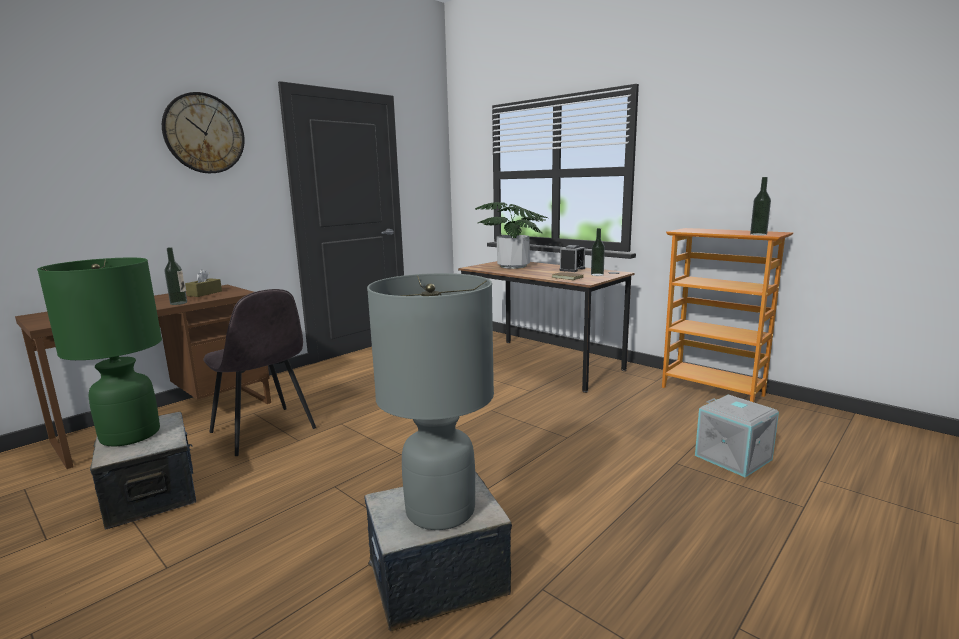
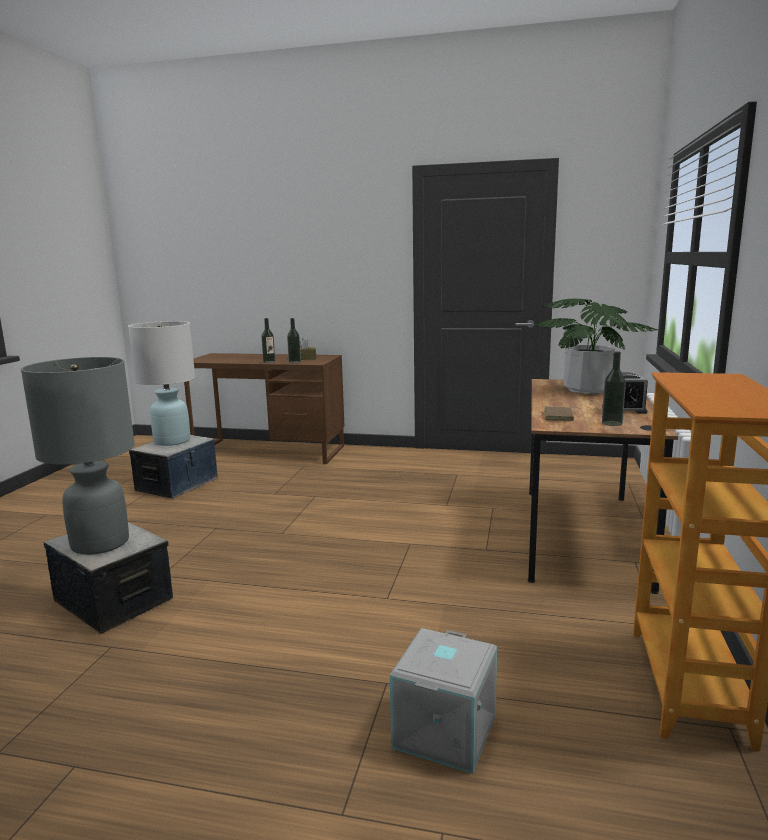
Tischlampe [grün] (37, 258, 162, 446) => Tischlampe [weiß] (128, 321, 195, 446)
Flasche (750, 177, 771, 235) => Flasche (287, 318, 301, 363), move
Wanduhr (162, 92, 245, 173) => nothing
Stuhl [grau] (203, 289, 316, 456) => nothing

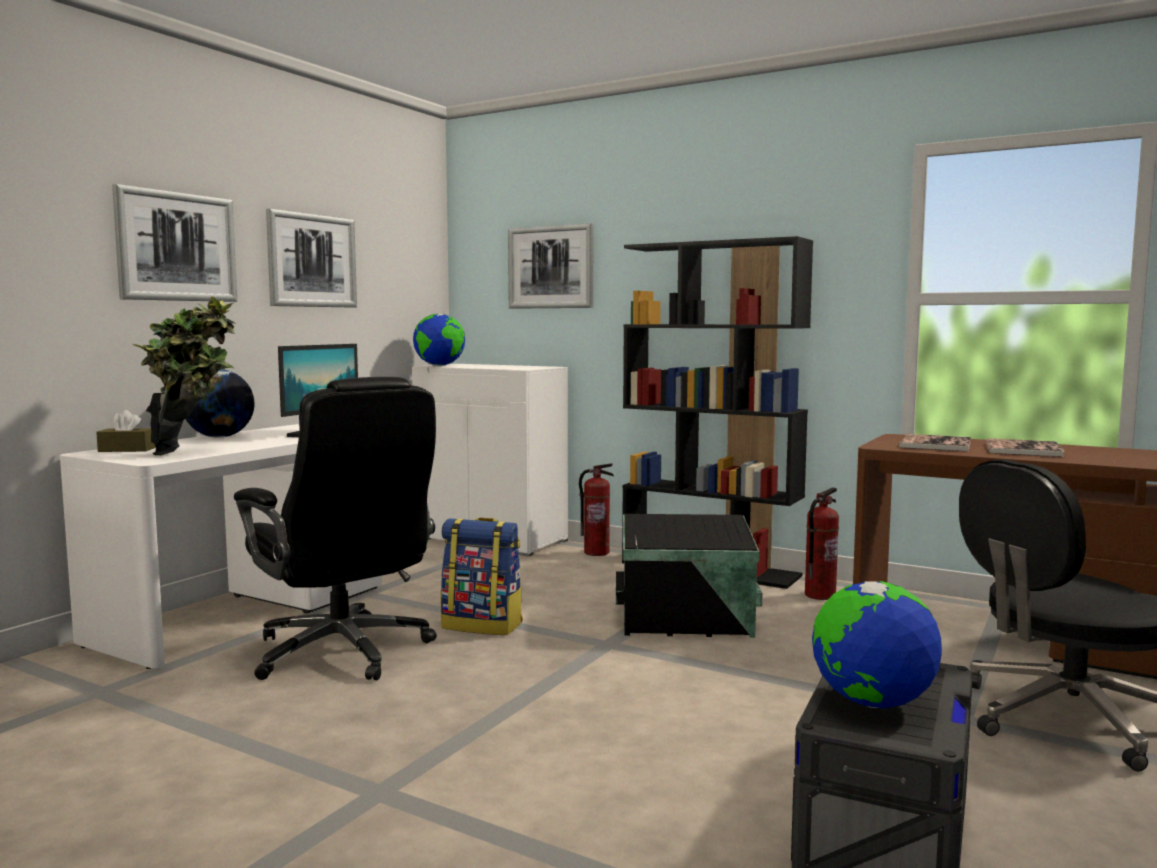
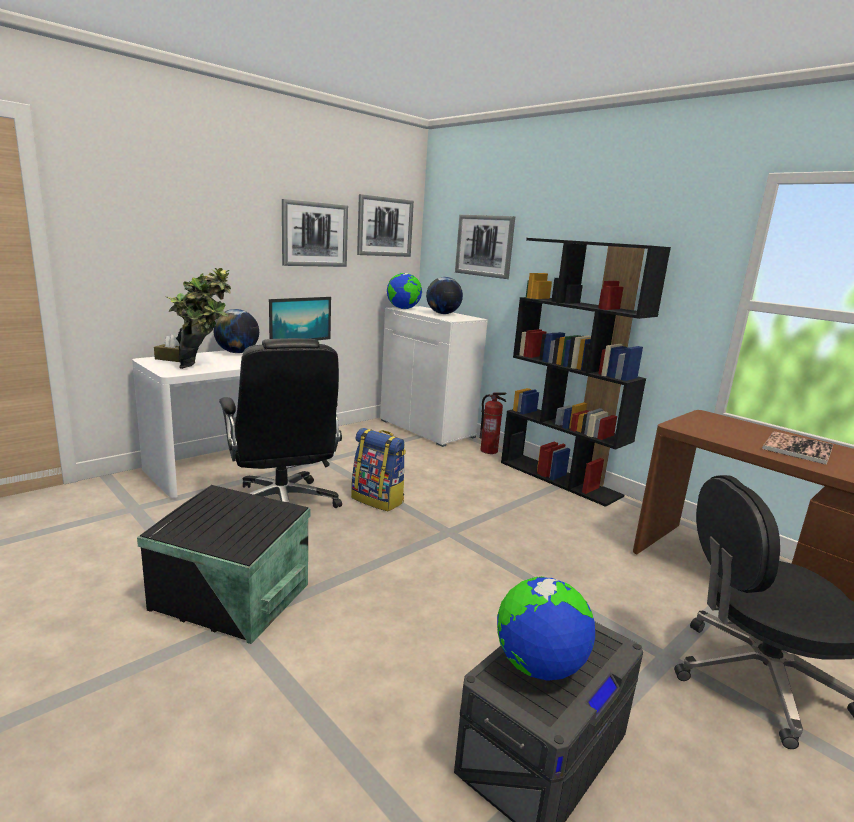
Aufbewahrungsbox [schwarz] (616, 514, 762, 638) => Aufbewahrungsbox [schwarz] (137, 485, 311, 644), move
Bild (112, 184, 237, 302) => Bild (357, 194, 414, 257), move
nothing => Globus (426, 277, 463, 314)
Feuerlöscher (805, 488, 839, 600) => nothing
Buch (898, 434, 971, 452) => nothing

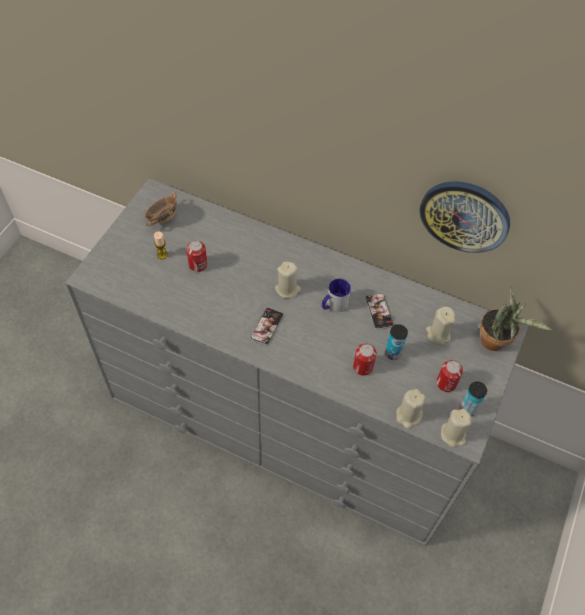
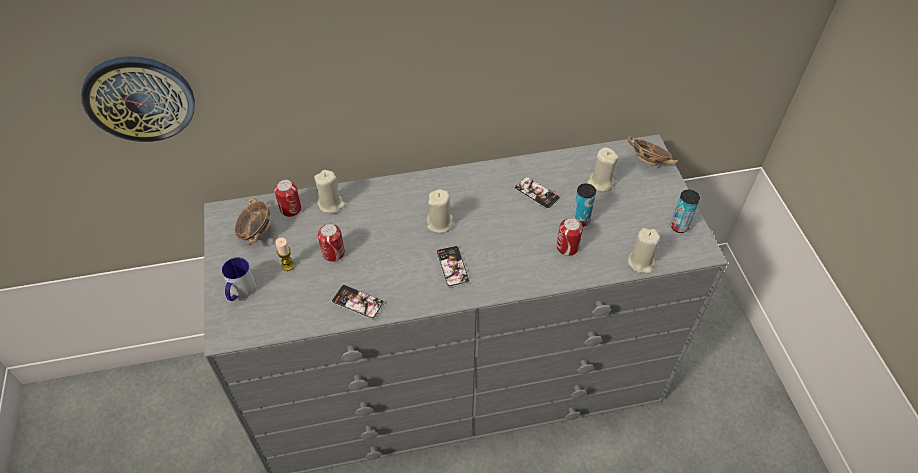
Wanduhr (419, 181, 510, 253) => Wanduhr (81, 56, 195, 142), move
Henkelbecher (322, 278, 351, 312) => Henkelbecher (222, 257, 256, 301), move
Dose (436, 360, 463, 392) => Dose (274, 179, 301, 217), move
Kerze [beige] (441, 409, 472, 447) => Kerze [beige] (314, 170, 345, 213), move
nothing => Handy (331, 285, 384, 320)
Topfpflanze (480, 286, 552, 351) => Schüssel (627, 136, 678, 166)

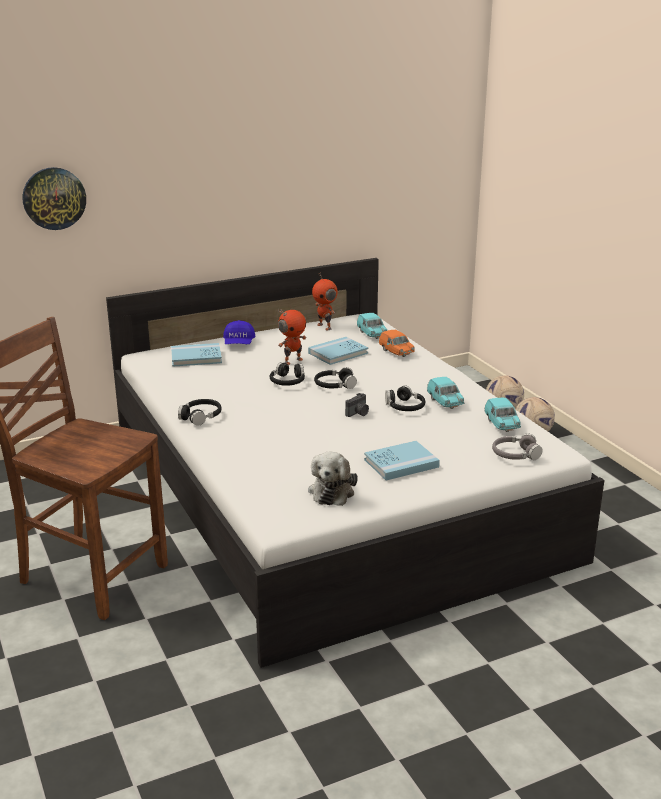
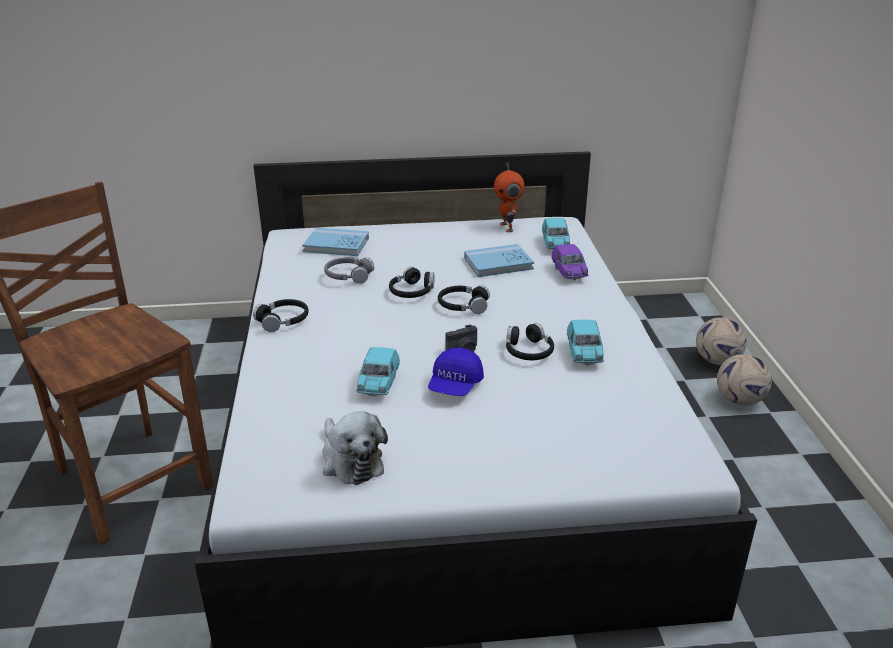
Plüschtier (308, 451, 358, 506) => Plüschtier (323, 411, 388, 485), 60 degrees counterclockwise
Kopfhörer [grau] (492, 434, 543, 460) => Kopfhörer [grau] (324, 257, 374, 284), move
Spielzeugauto [türkis] (484, 398, 521, 432) => Spielzeugauto [türkis] (356, 347, 400, 397), move
Kappe [blau] (223, 320, 256, 344) => Kappe [blau] (428, 348, 484, 396), move
Spielzeugauto [orange] (379, 330, 415, 357) => Spielzeugauto [lila] (551, 244, 589, 281)
Wanduhr (23, 167, 86, 230) => nothing
Spielzeugroboter (278, 309, 306, 365) => nothing
Buch [blau] (364, 441, 440, 480) => nothing

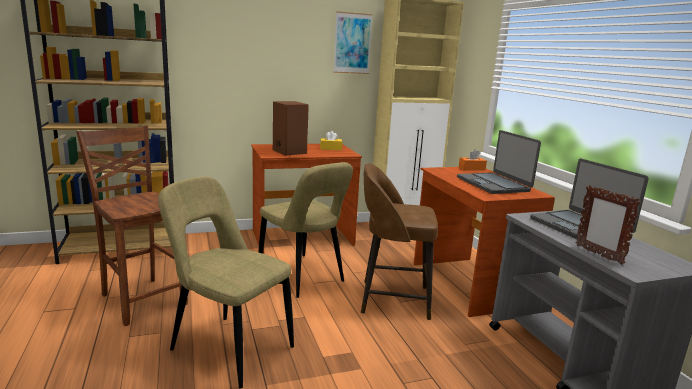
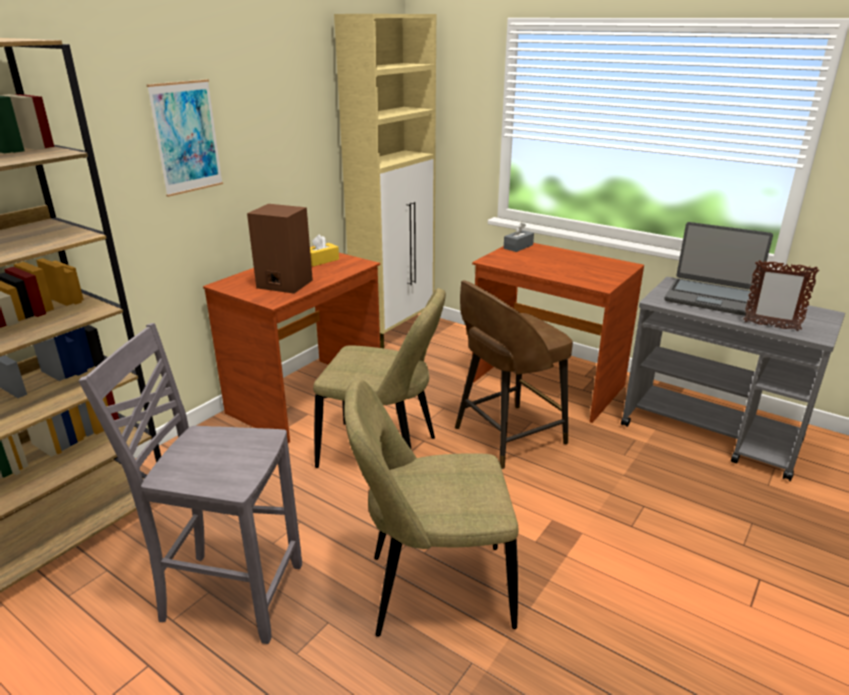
Stuhl [braun] (76, 126, 188, 326) => Stuhl [grau] (79, 323, 302, 644)
Bild (333, 11, 373, 74) => Bild (146, 79, 223, 197), move
Taschentuchbox [orange] (459, 149, 487, 171) => Taschentuchbox [grau] (504, 222, 534, 252)
Laptop (457, 130, 541, 194) => nothing

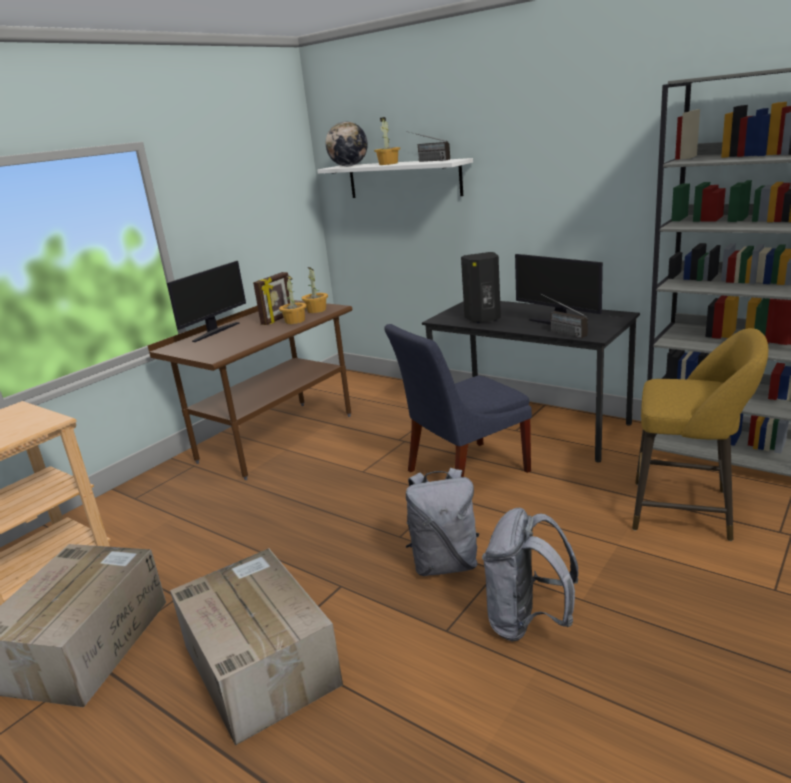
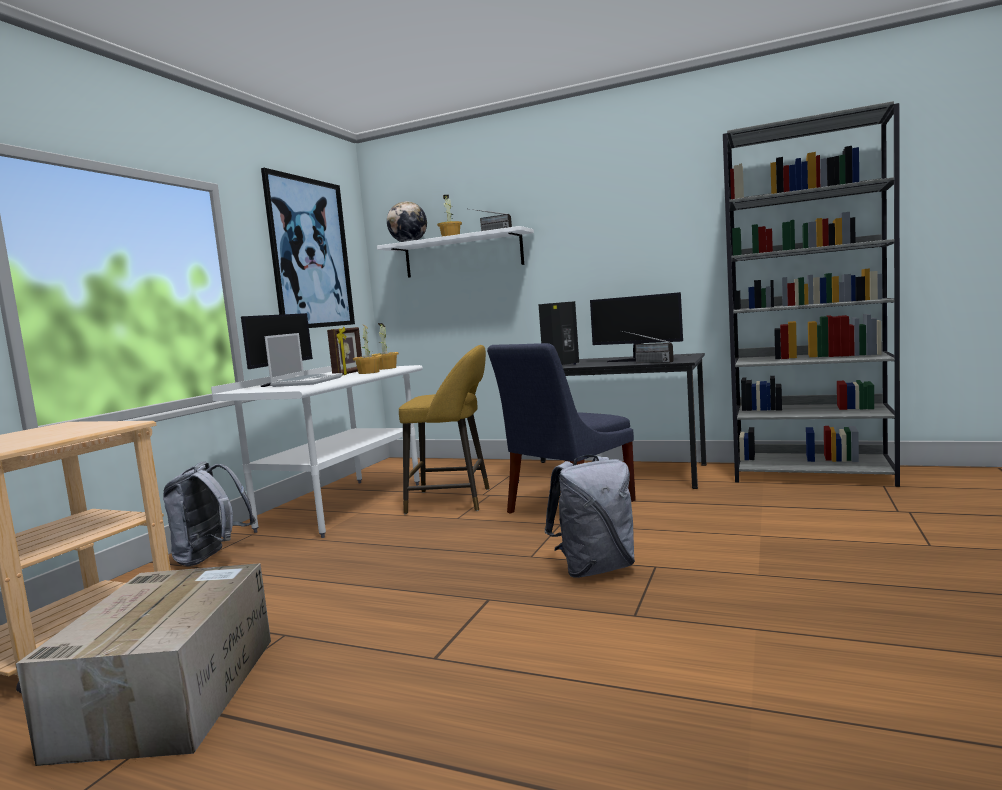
Rucksack [grau] (482, 508, 579, 641) => Rucksack [grau] (163, 462, 256, 566), move
Schreibtisch [braun] (148, 300, 352, 480) => Schreibtisch [weiß] (211, 365, 423, 538)
nothing => Bild (261, 168, 355, 328)
nothing => Laptop (265, 333, 343, 387)
Hocker [gelb] (632, 328, 768, 541) => Hocker [gelb] (399, 345, 489, 514), move
Karton (170, 548, 343, 746) => nothing

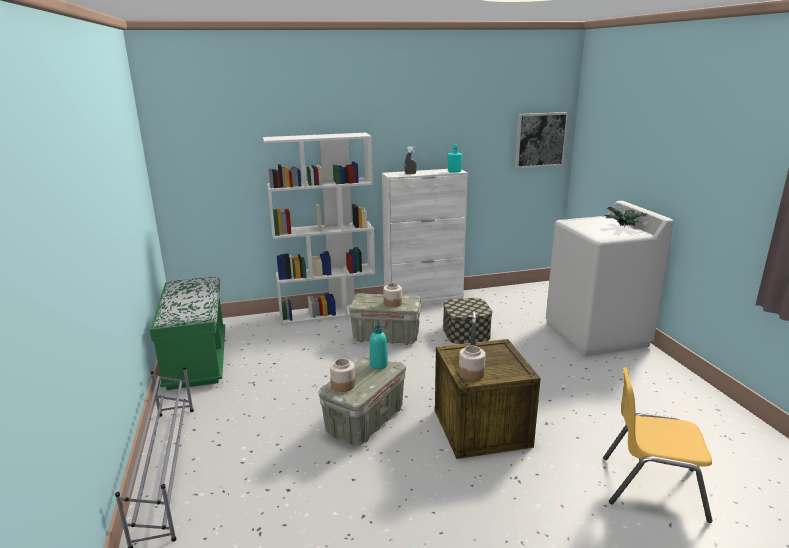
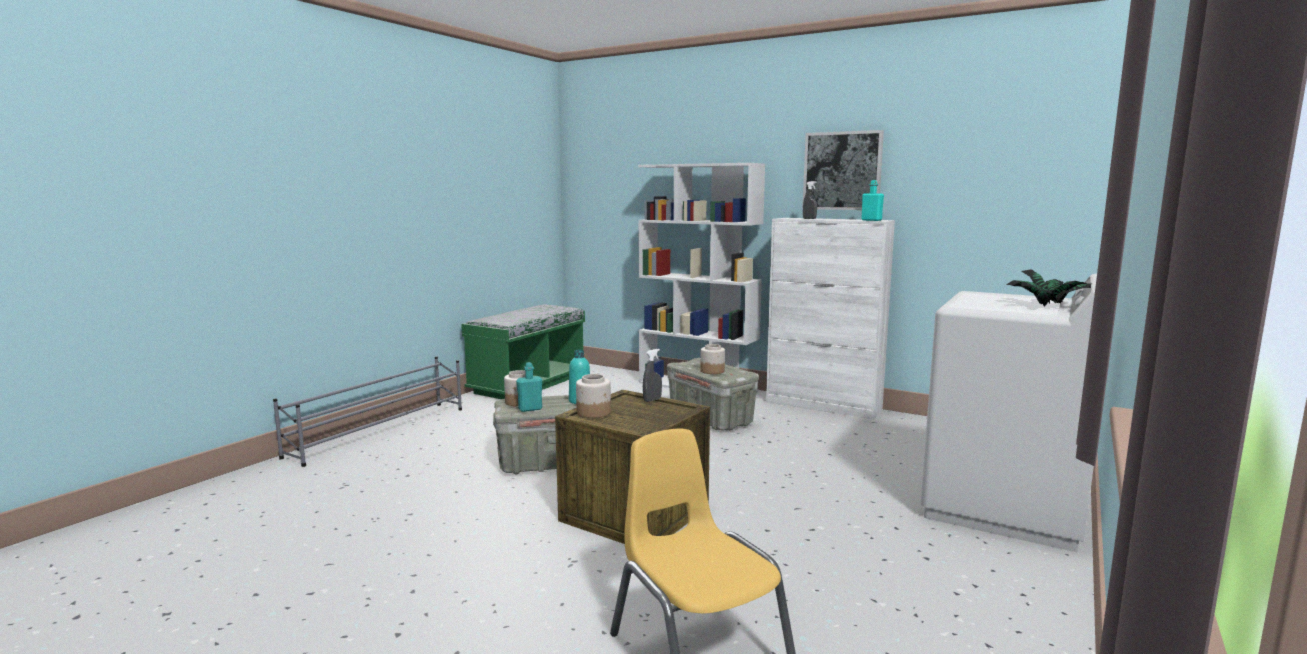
nothing => Flasche [türkis] (516, 362, 542, 412)
Bild (515, 112, 568, 168) => Bild (802, 130, 884, 210), move
Aufbewahrungsbox (443, 298, 492, 344) => nothing

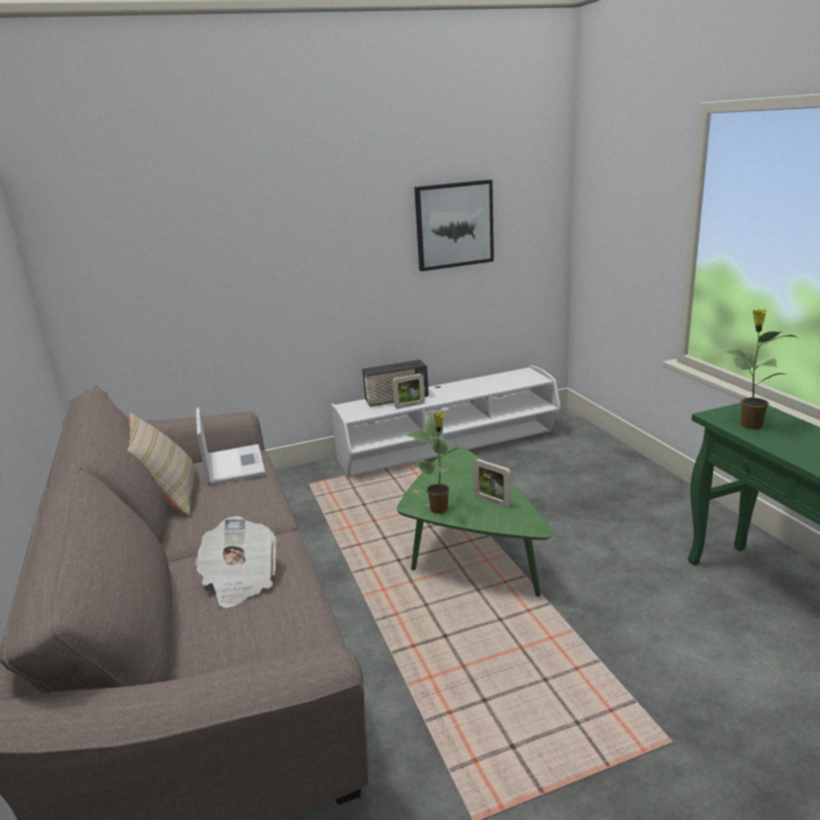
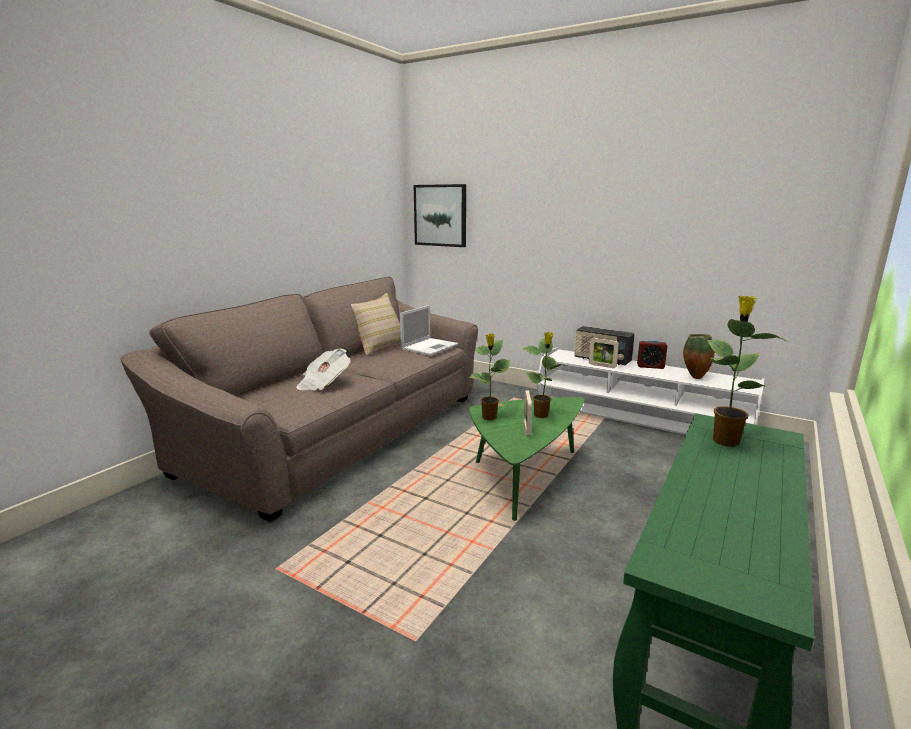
Bild (414, 180, 494, 271) => Bild (414, 184, 466, 247), move
nothing => Topfpflanze (521, 332, 567, 418)
nothing => Wecker (637, 339, 668, 369)
nothing => Vase (683, 334, 715, 379)

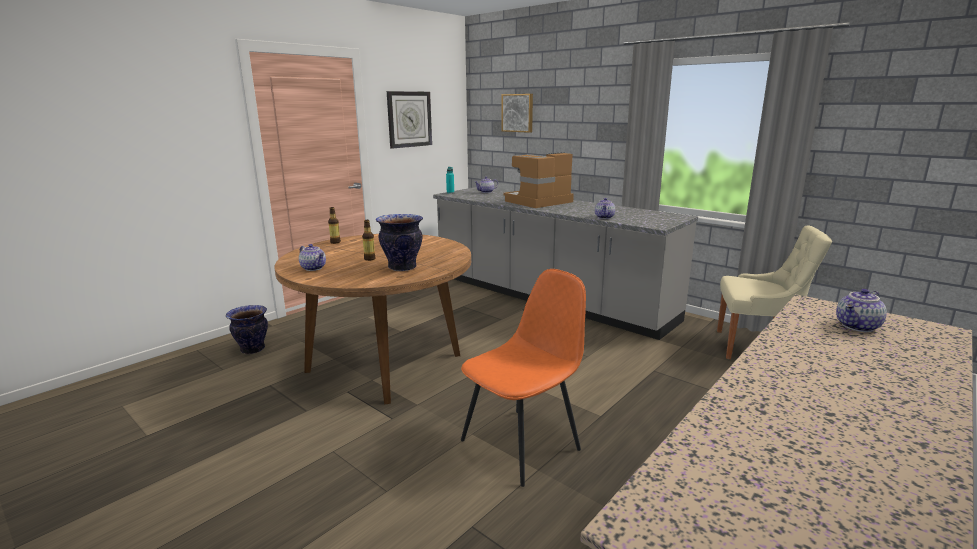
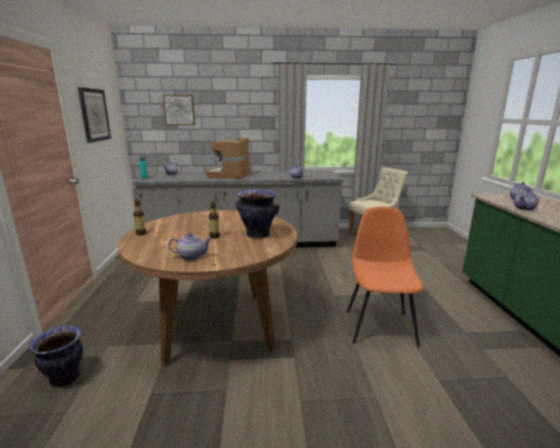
nothing => Teekanne (514, 189, 539, 211)

